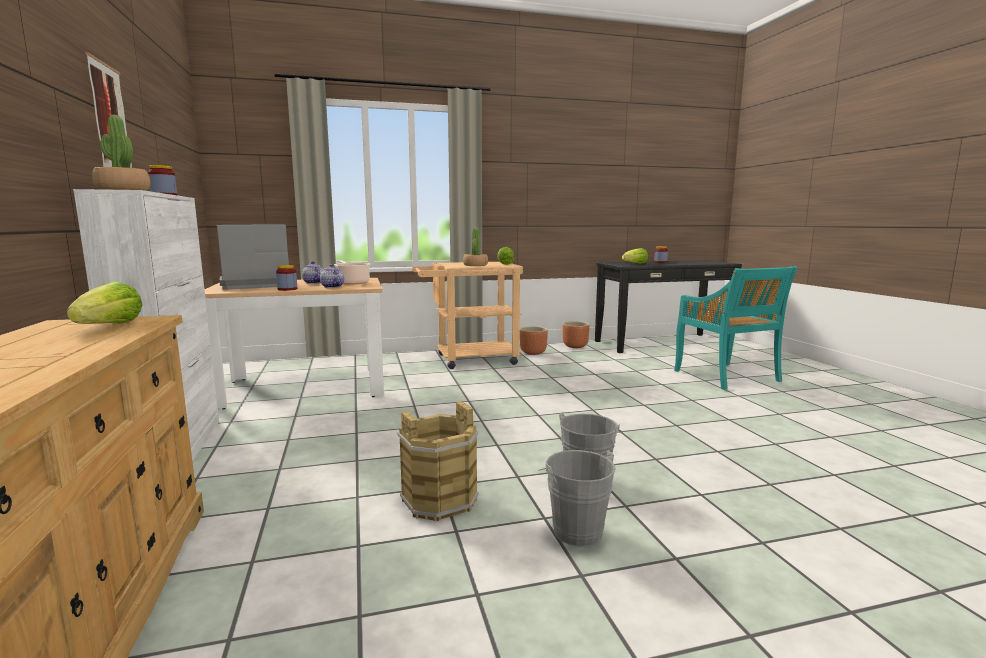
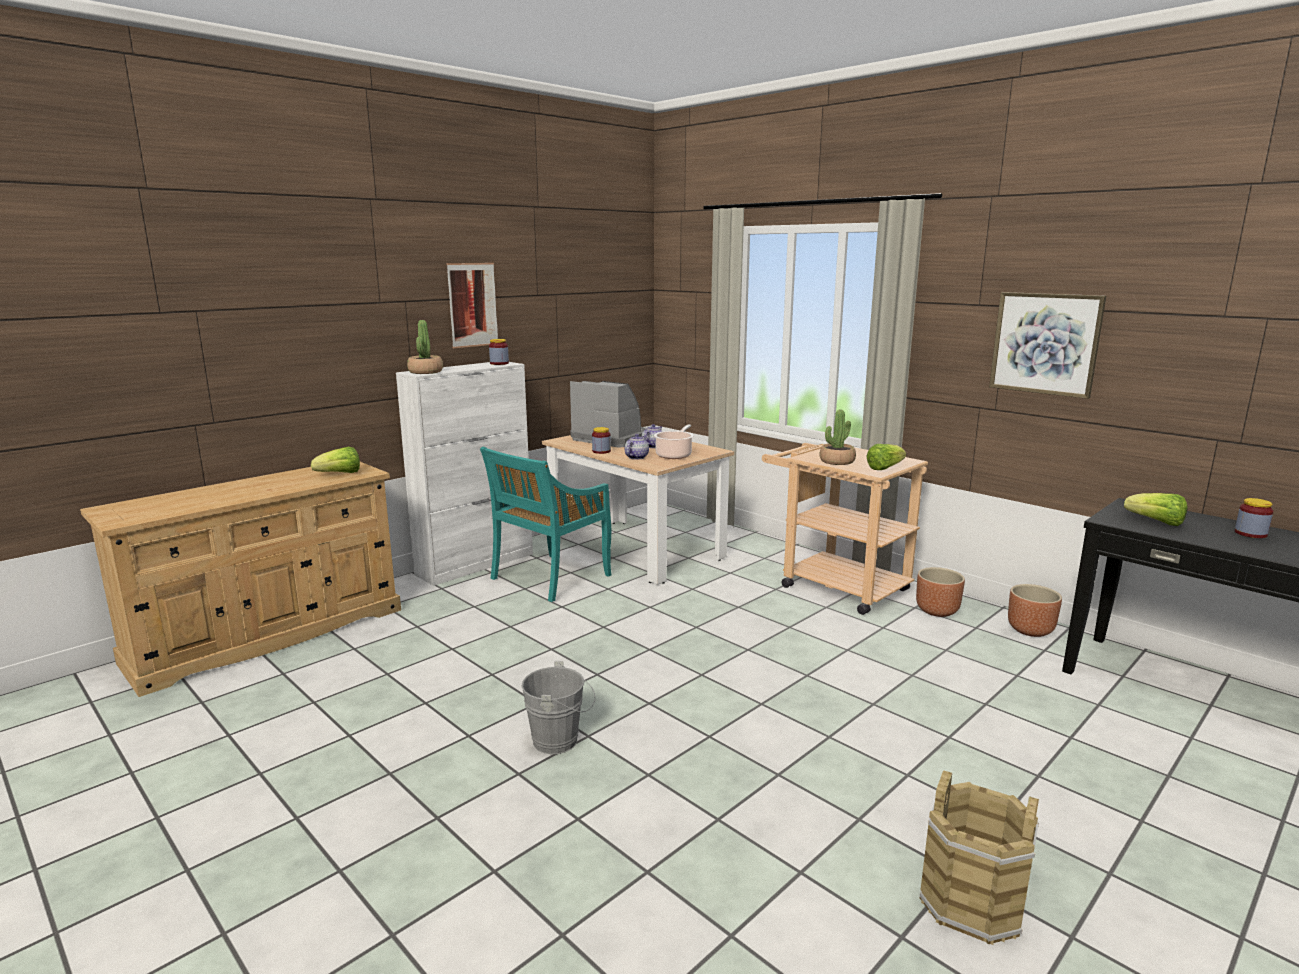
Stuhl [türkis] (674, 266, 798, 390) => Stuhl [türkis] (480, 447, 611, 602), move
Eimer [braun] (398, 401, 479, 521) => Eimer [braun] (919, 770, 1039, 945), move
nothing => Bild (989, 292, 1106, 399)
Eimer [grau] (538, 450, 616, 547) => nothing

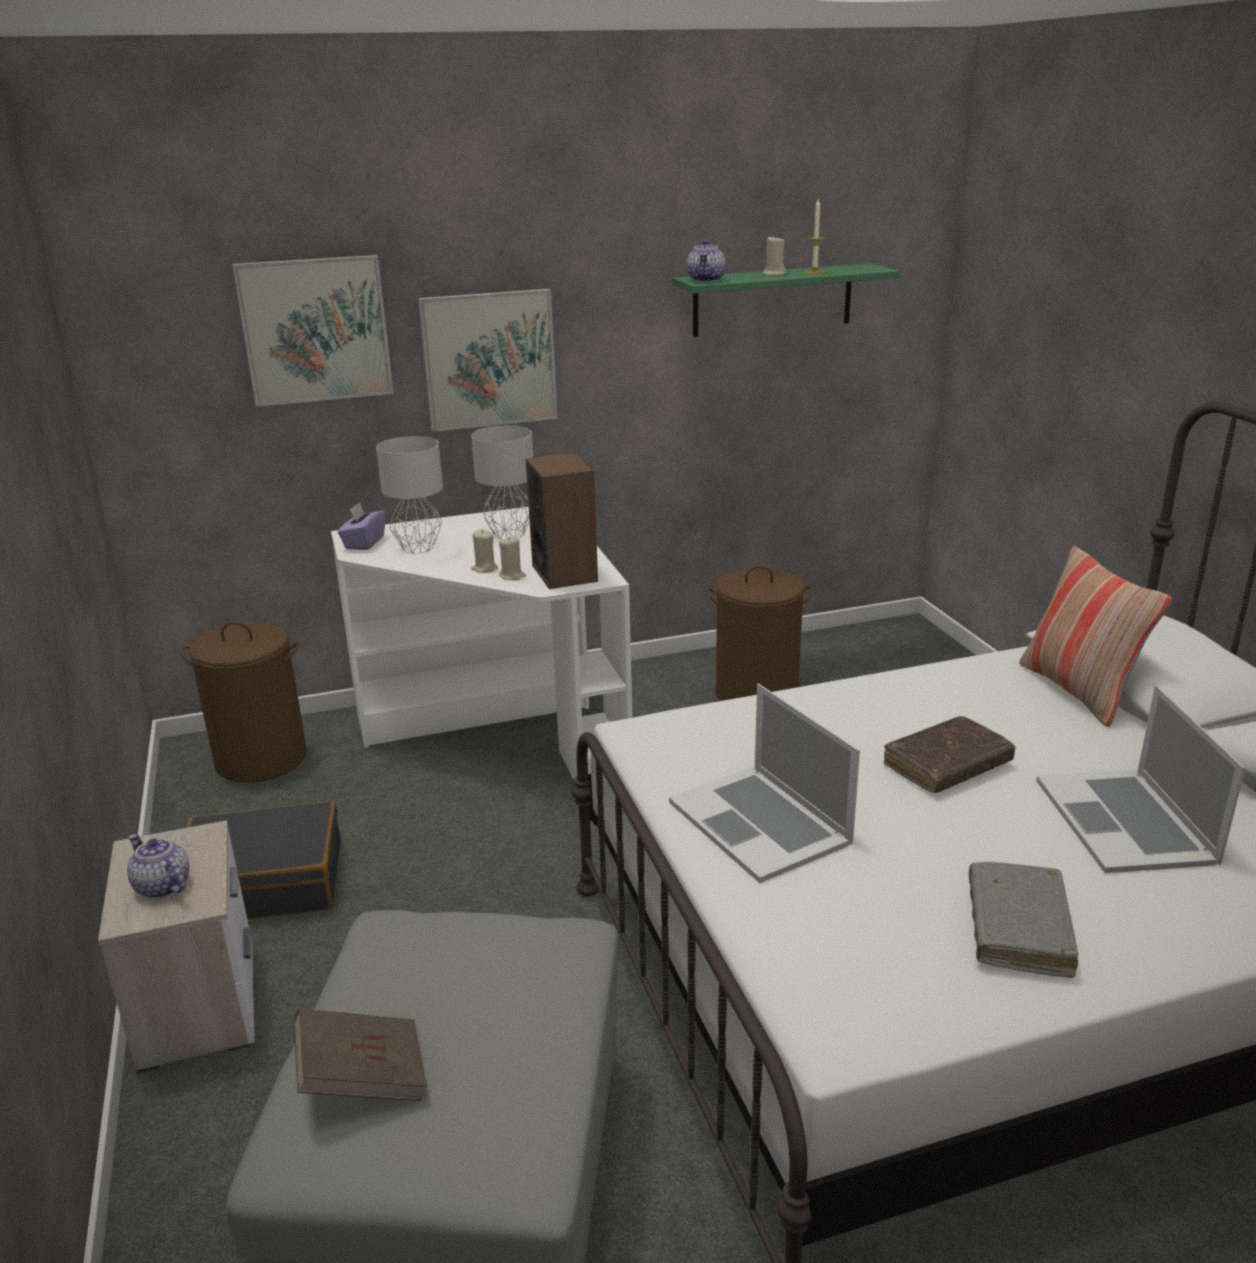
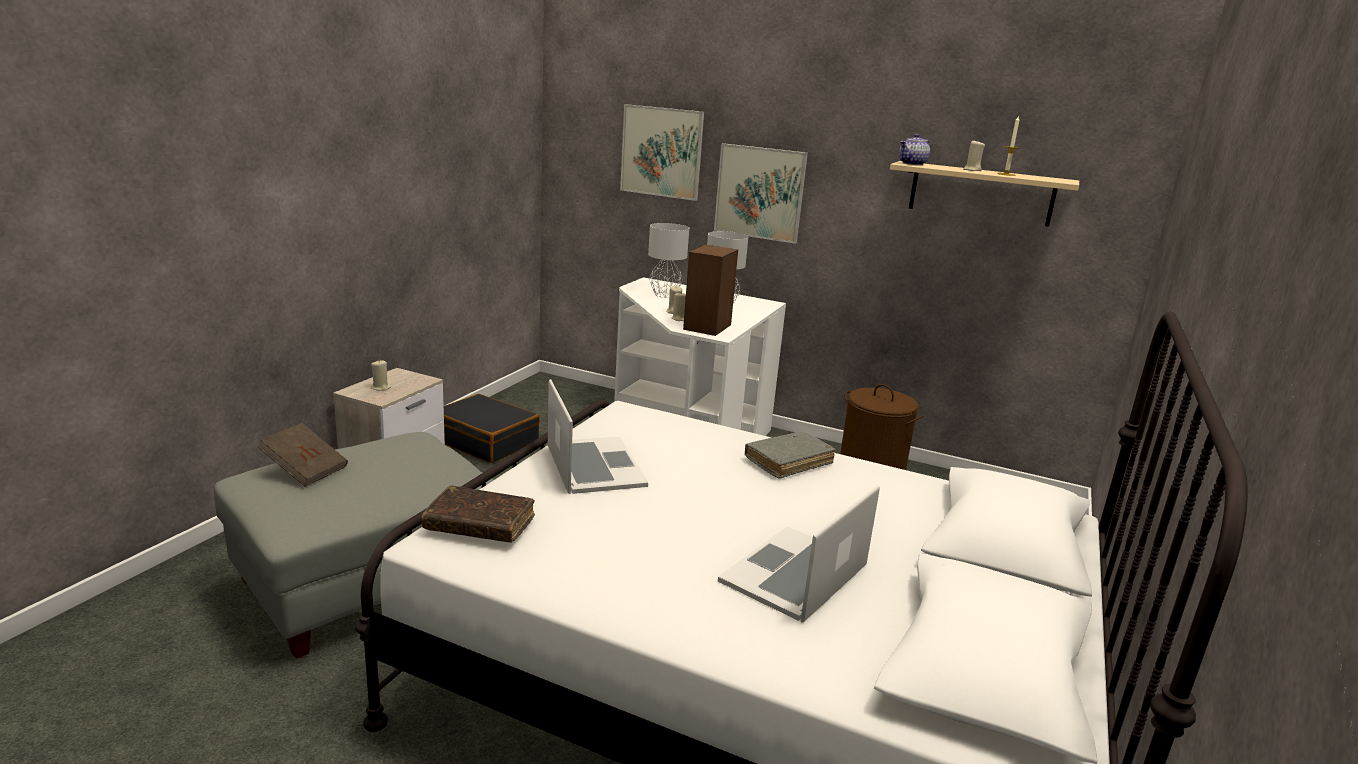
Teekanne (127, 834, 190, 899) => Kerze [beige] (371, 360, 391, 390)
Buch [braun] (884, 716, 1016, 793) => Buch [braun] (421, 486, 535, 543), move
Laptop (669, 684, 860, 883) => Laptop (548, 379, 648, 494), 150 degrees clockwise
Buch [grau] (968, 862, 1078, 978) => Buch [grau] (745, 432, 836, 479), move
Wandregal [grün] (672, 263, 900, 337) => Wandregal [beige] (890, 161, 1079, 227)
Wäschekorb [braun] (181, 622, 307, 783) => nothing
Taschentuchbox [lila] (338, 502, 385, 550) => nothing
Kissen (1019, 546, 1172, 727) => nothing

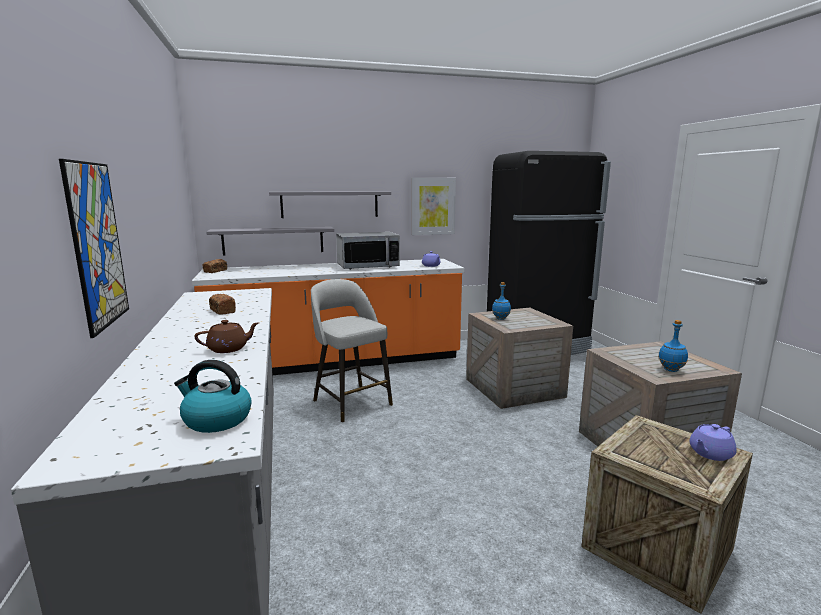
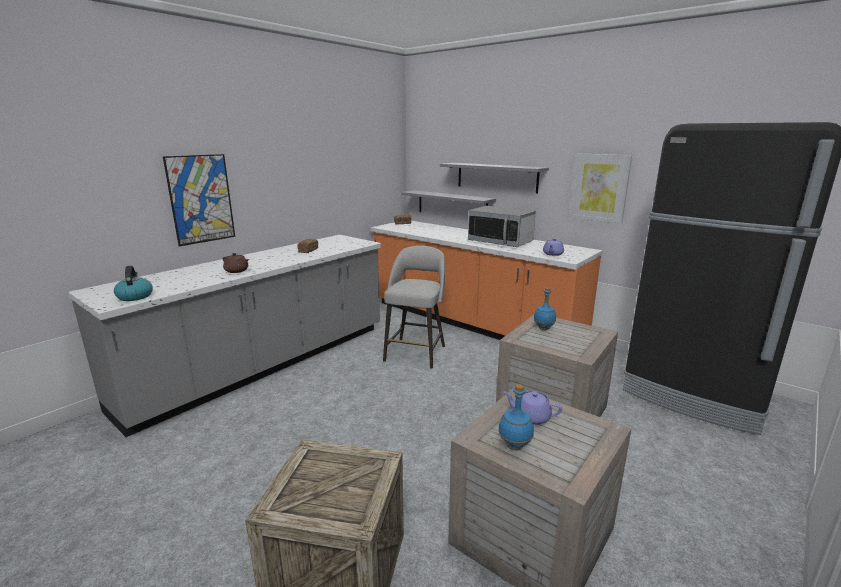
Teekanne [lila] (689, 424, 737, 461) => Teekanne [lila] (504, 391, 562, 425), move

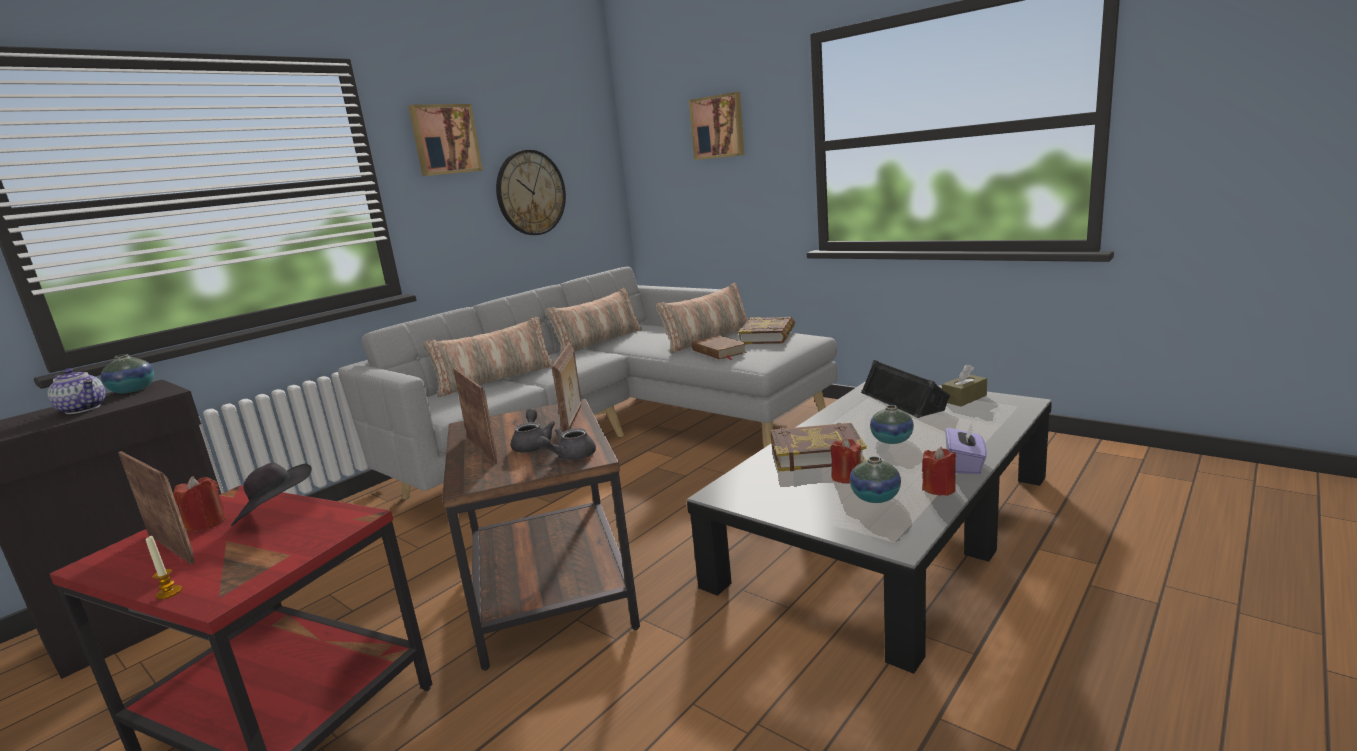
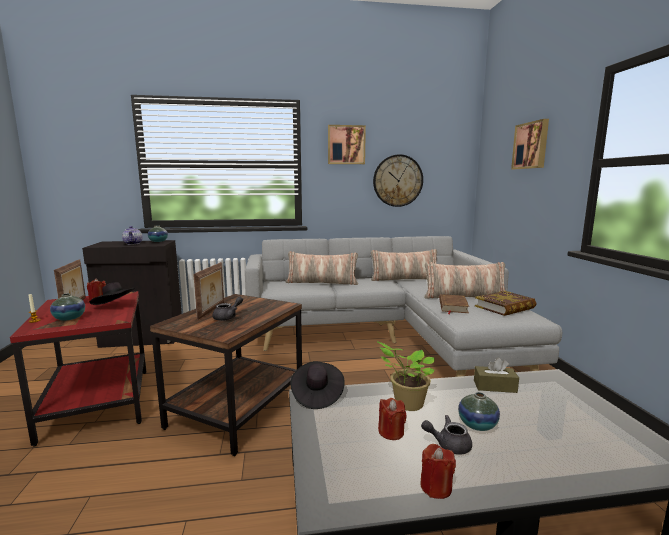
Vase (850, 456, 901, 503) => Vase (50, 293, 85, 321), move
nothing => Hut [schwarz] (290, 361, 345, 409)
Buch (771, 423, 867, 471) => Topfpflanze (377, 341, 435, 411)
Teekanne [grau] (536, 428, 596, 461) => Teekanne [grau] (421, 415, 472, 455), move
Taschentuchbox [braun] (942, 364, 987, 407) => Taschentuchbox [braun] (474, 358, 519, 393), move
Bilderrahmen (552, 342, 582, 432) => nothing
Lautsprecher [schwarz] (861, 360, 950, 418) => nothing
Taschentuchbox [lila] (945, 423, 987, 474) => nothing

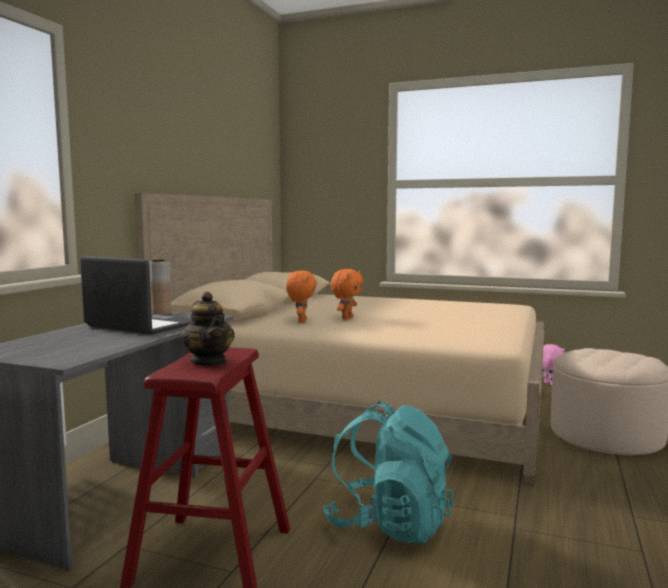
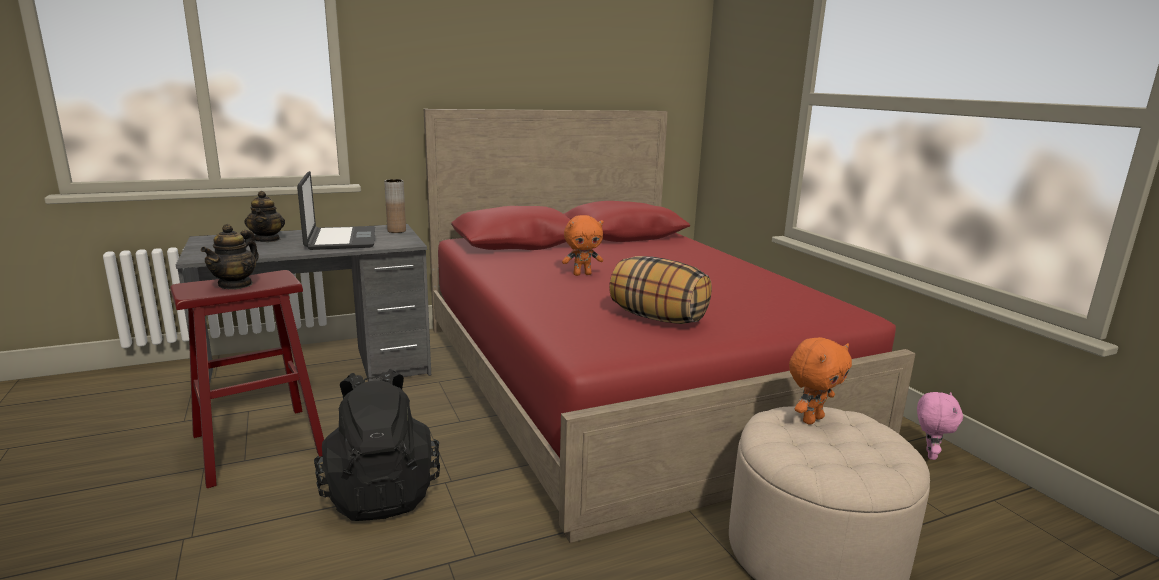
nothing => Teekanne (244, 191, 285, 242)
Rucksack [türkis] (322, 401, 453, 543) => Rucksack [schwarz] (314, 369, 440, 521)
Bett [beige] (135, 193, 544, 485) => Bett [rot] (424, 109, 916, 543)
nothing => Kissen (609, 256, 712, 324)
Plüschtier [orange] (286, 270, 317, 323) => Plüschtier [orange] (789, 337, 852, 425), move

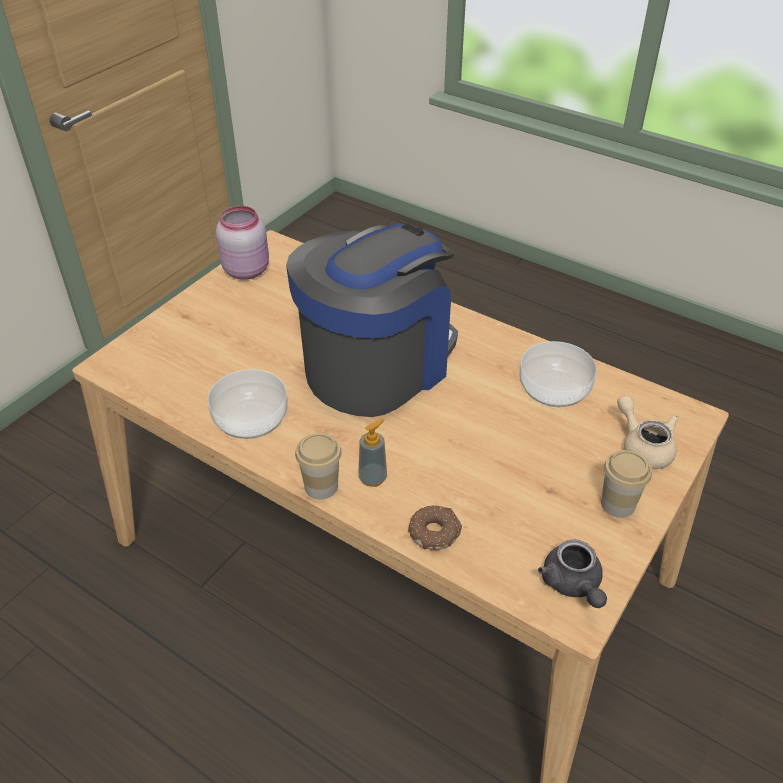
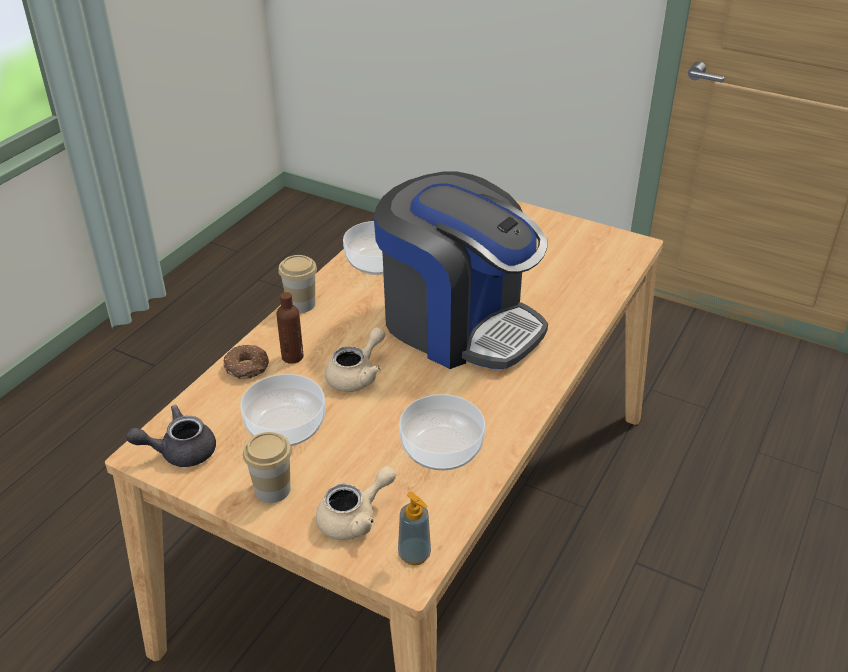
nothing => Schüssel (240, 374, 325, 446)
nothing => Flasche [braun] (277, 292, 304, 364)
nothing => Teekanne [beige] (325, 327, 385, 392)
Seifenspender (359, 419, 387, 487) => Seifenspender (398, 491, 431, 565), move
Vorratsglas [rosa] (216, 206, 269, 280) => nothing

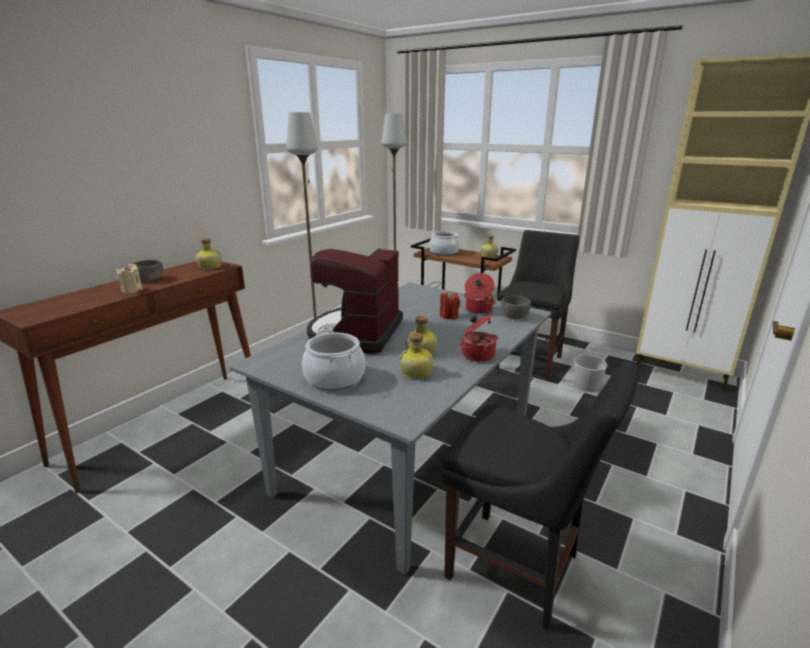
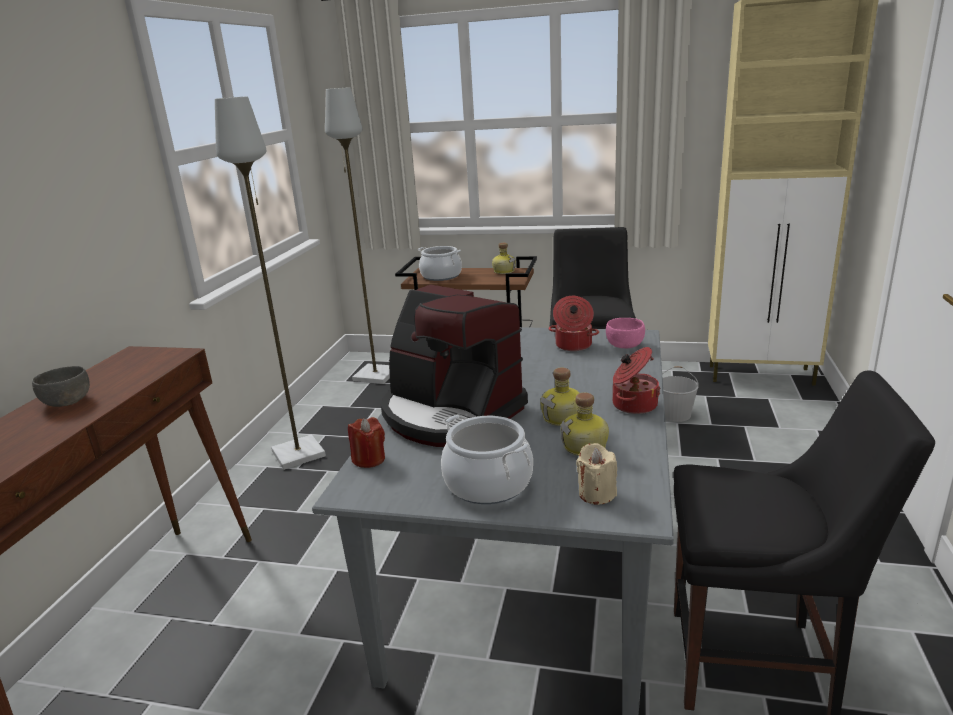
Kerze [rot] (440, 291, 460, 319) => Kerze [rot] (348, 417, 385, 468), move
Kaffeemaschine (307, 248, 403, 354) => Kaffeemaschine (381, 284, 528, 447), 45 degrees counterclockwise
Kerze [beige] (116, 264, 143, 294) => Kerze [beige] (576, 443, 617, 505), move
Schüssel [grau] (501, 296, 531, 319) => Schüssel [rosa] (606, 318, 645, 348)
Flasche (196, 238, 221, 269) => nothing

